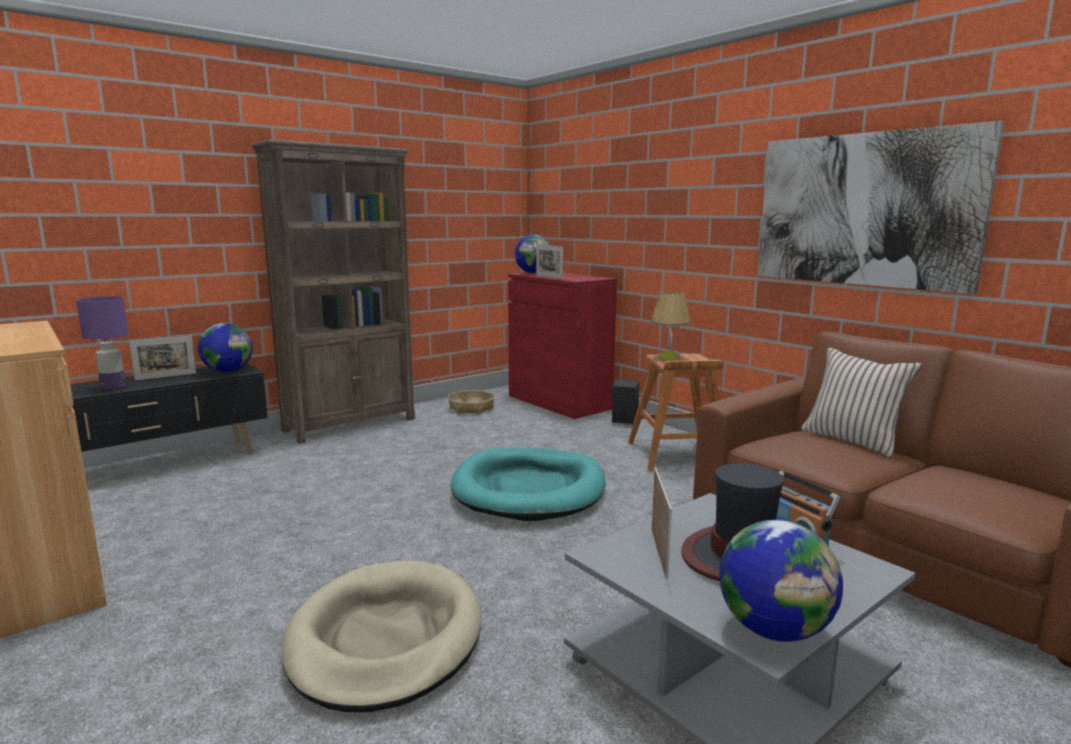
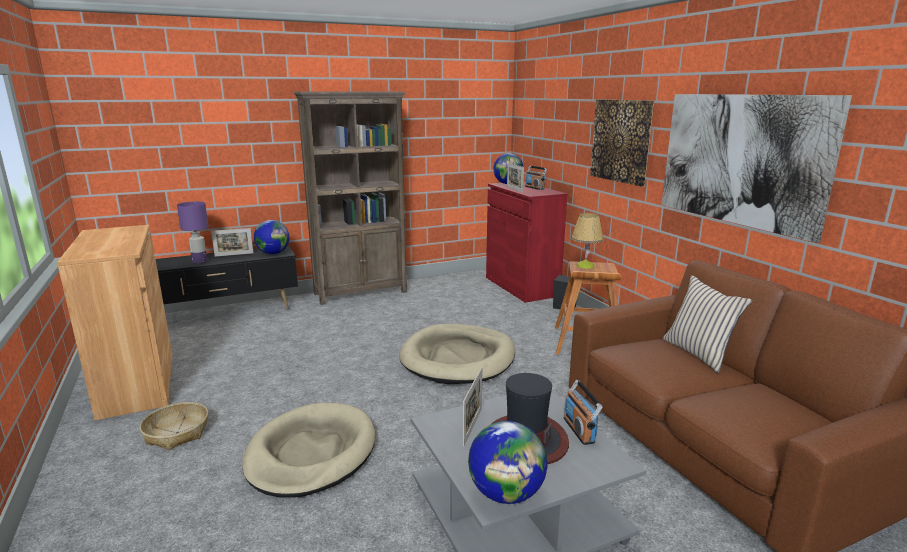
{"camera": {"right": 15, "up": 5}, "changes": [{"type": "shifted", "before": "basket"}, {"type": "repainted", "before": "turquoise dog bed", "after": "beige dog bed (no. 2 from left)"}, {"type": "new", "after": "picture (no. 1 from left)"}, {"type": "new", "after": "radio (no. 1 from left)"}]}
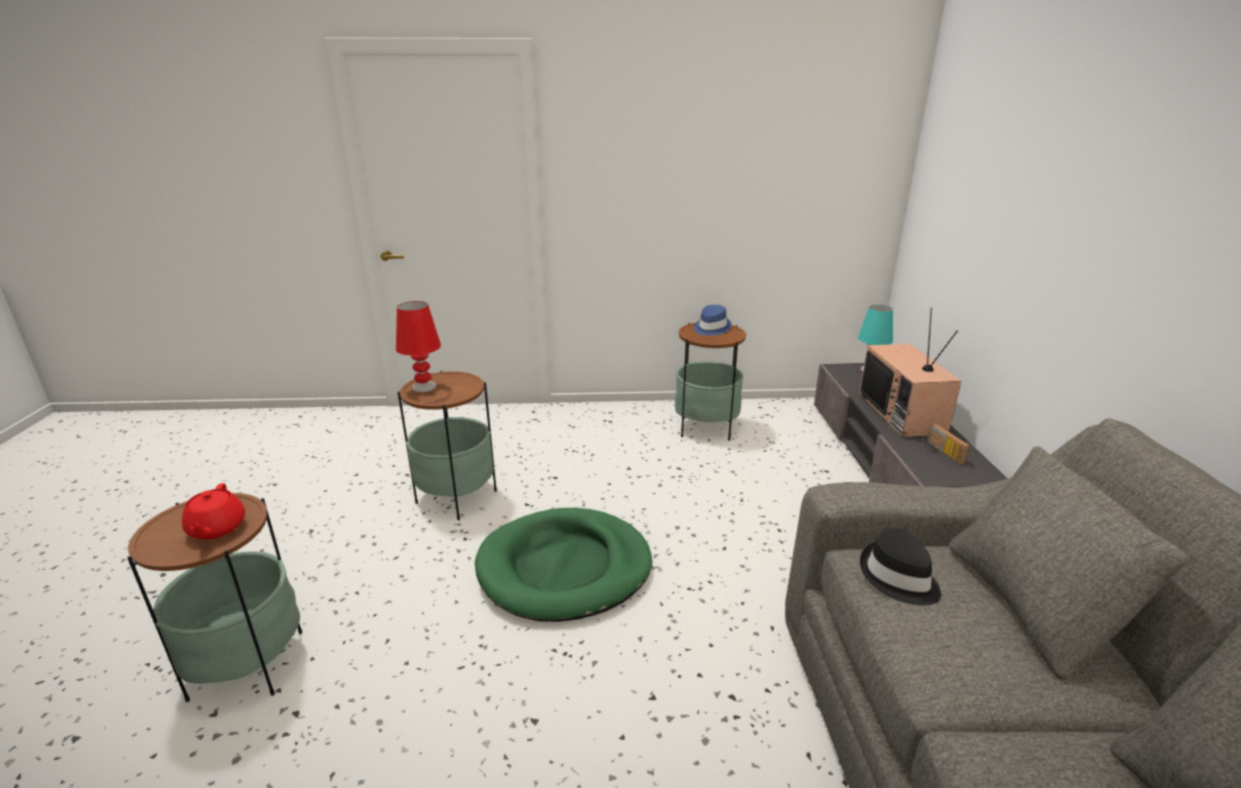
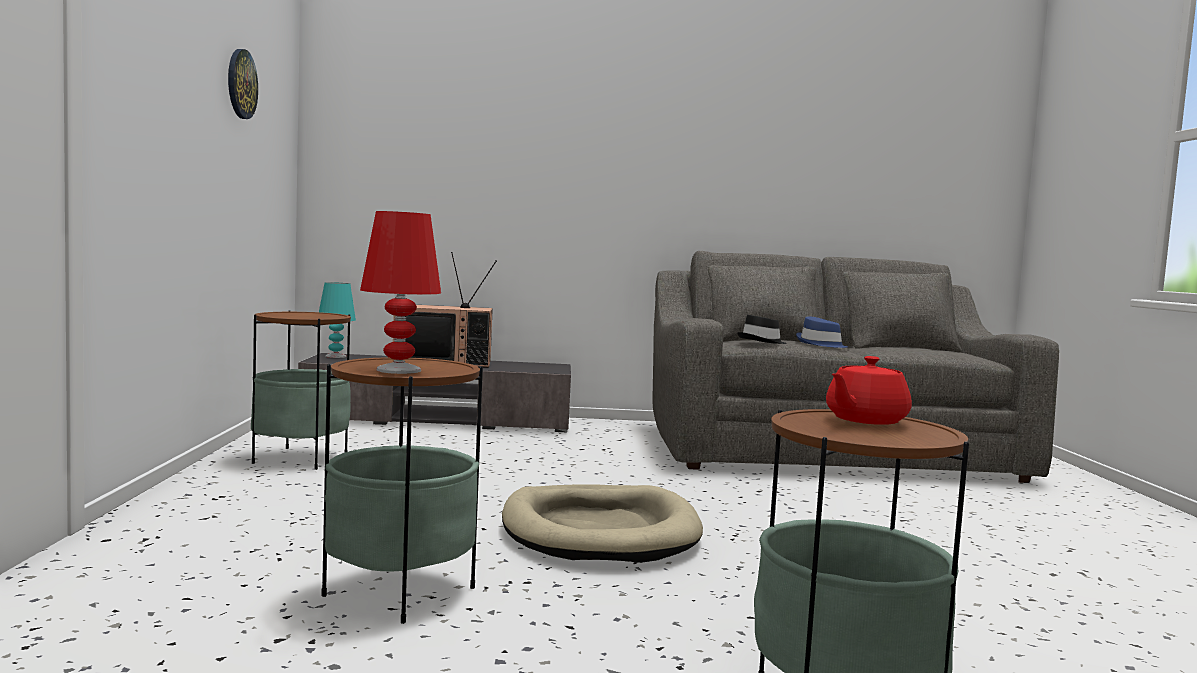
{"camera": {"right": -90, "up": -20}, "changes": [{"type": "shifted", "before": "blue hat"}, {"type": "gone", "before": "radio"}, {"type": "rotated", "before": "red teapot", "turn": 150}, {"type": "repainted", "before": "green dog bed", "after": "beige dog bed"}, {"type": "new", "after": "wall clock"}]}
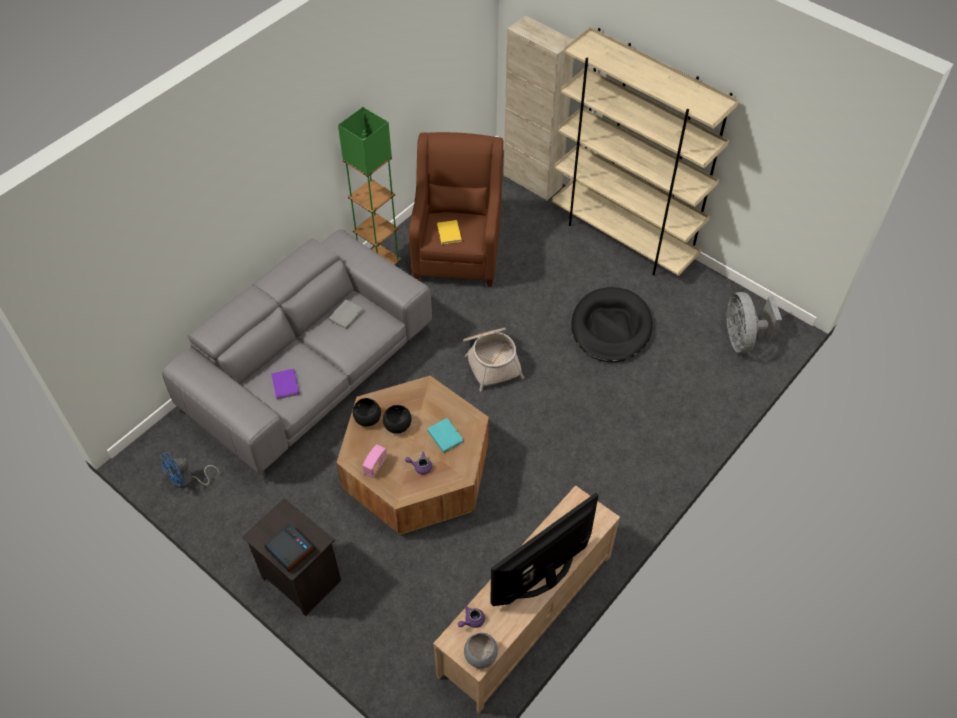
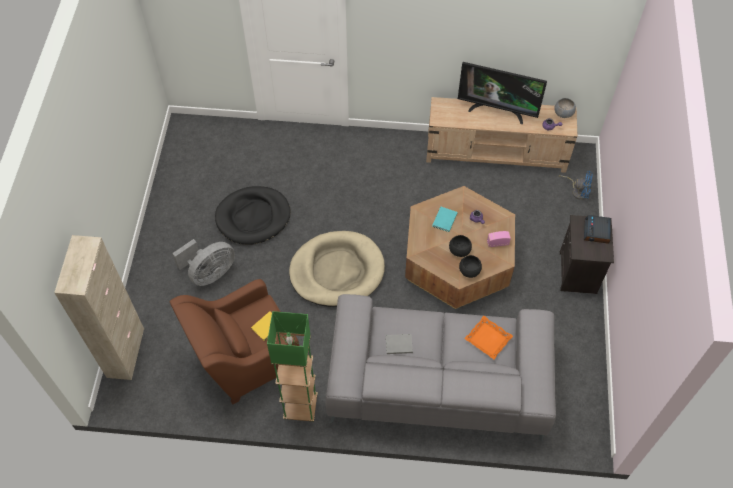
{"camera": {"right": -125, "up": 5}, "changes": [{"type": "gone", "before": "beige bookcase"}, {"type": "shifted", "before": "grey fan"}, {"type": "swapped", "before": "basket", "after": "beige dog bed"}, {"type": "swapped", "before": "purple book", "after": "orange tray"}, {"type": "shifted", "before": "blue fan"}]}
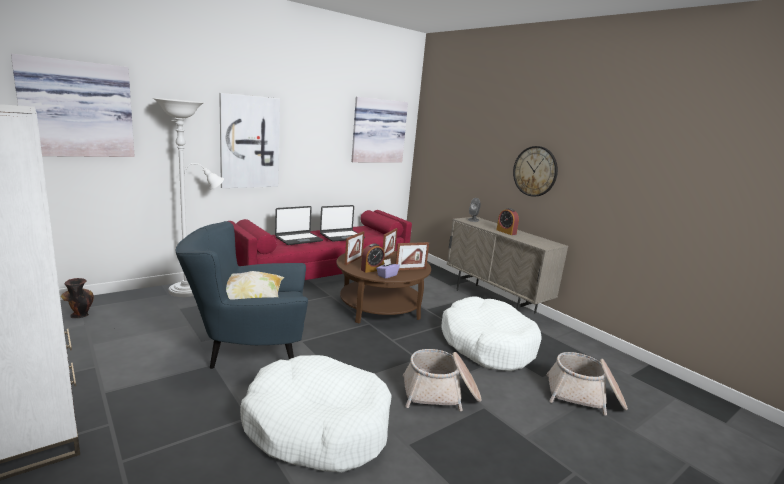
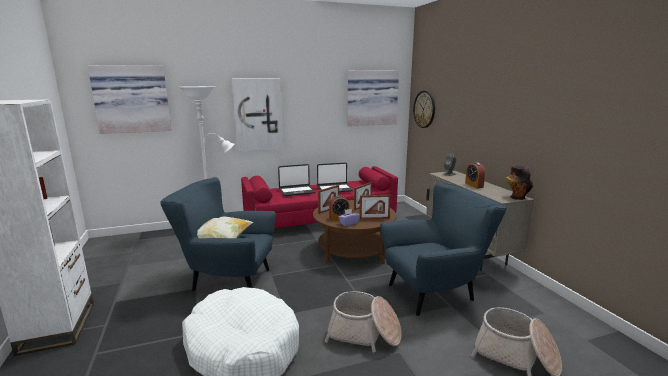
{"camera": {"right": 20, "up": 0}, "changes": [{"type": "shifted", "before": "wall clock"}, {"type": "shifted", "before": "vase"}, {"type": "swapped", "before": "white dog bed (no. 2 from left)", "after": "blue armchair (no. 2 from left)"}]}
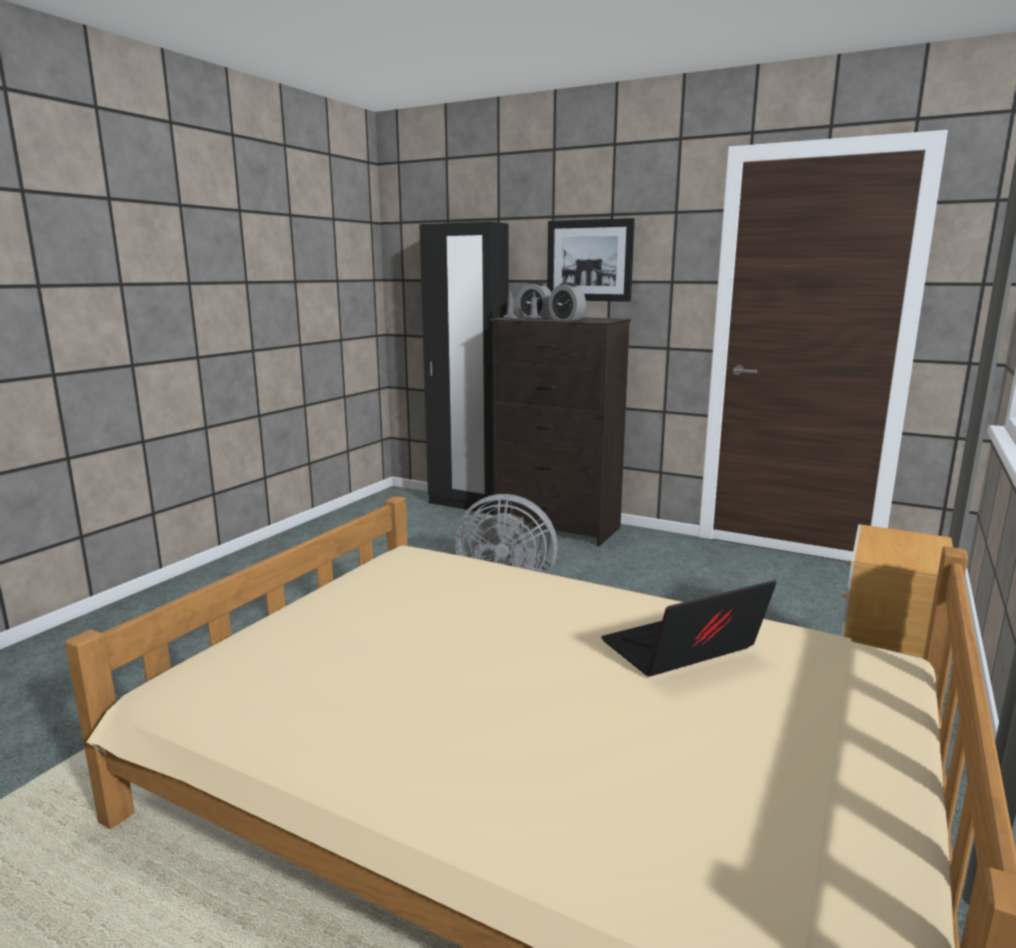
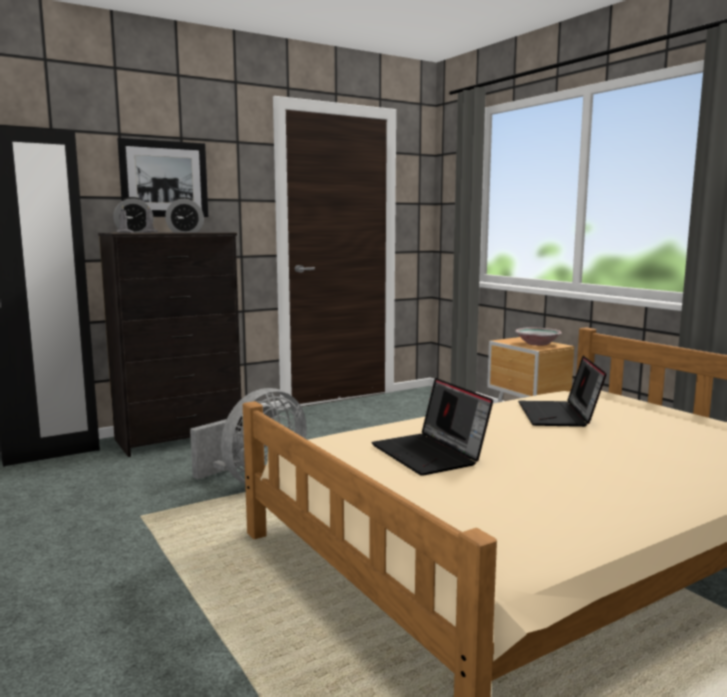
{"camera": {"right": -60, "up": -5}, "changes": [{"type": "new", "after": "bowl"}, {"type": "new", "after": "laptop (no. 1 from left)"}]}
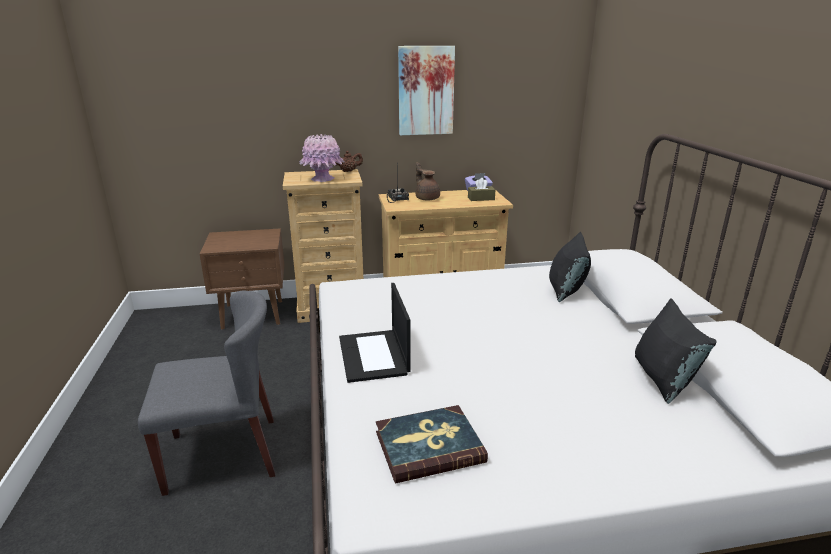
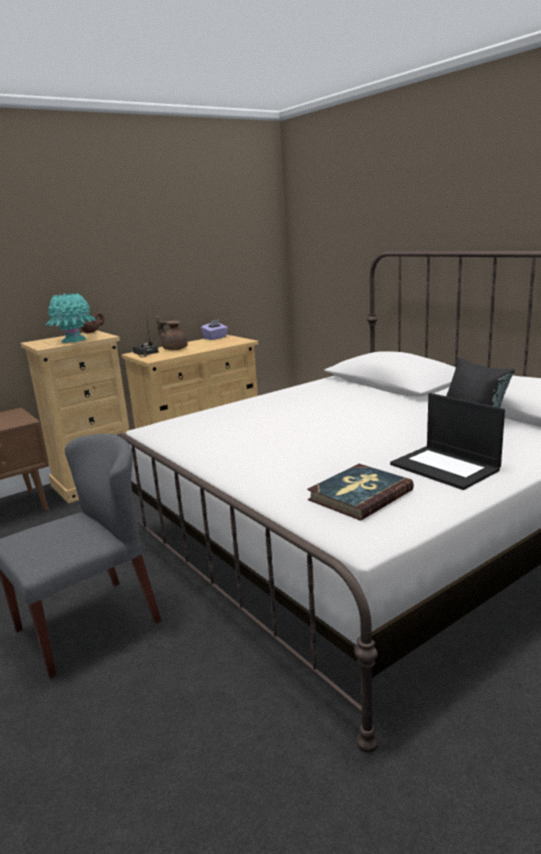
{"camera": {"right": -25, "up": -5}, "changes": [{"type": "gone", "before": "picture"}, {"type": "repainted", "before": "pink vase", "after": "turquoise vase"}, {"type": "gone", "before": "brown tissue box"}, {"type": "gone", "before": "black pillow (no. 1 from left)"}, {"type": "shifted", "before": "laptop"}]}
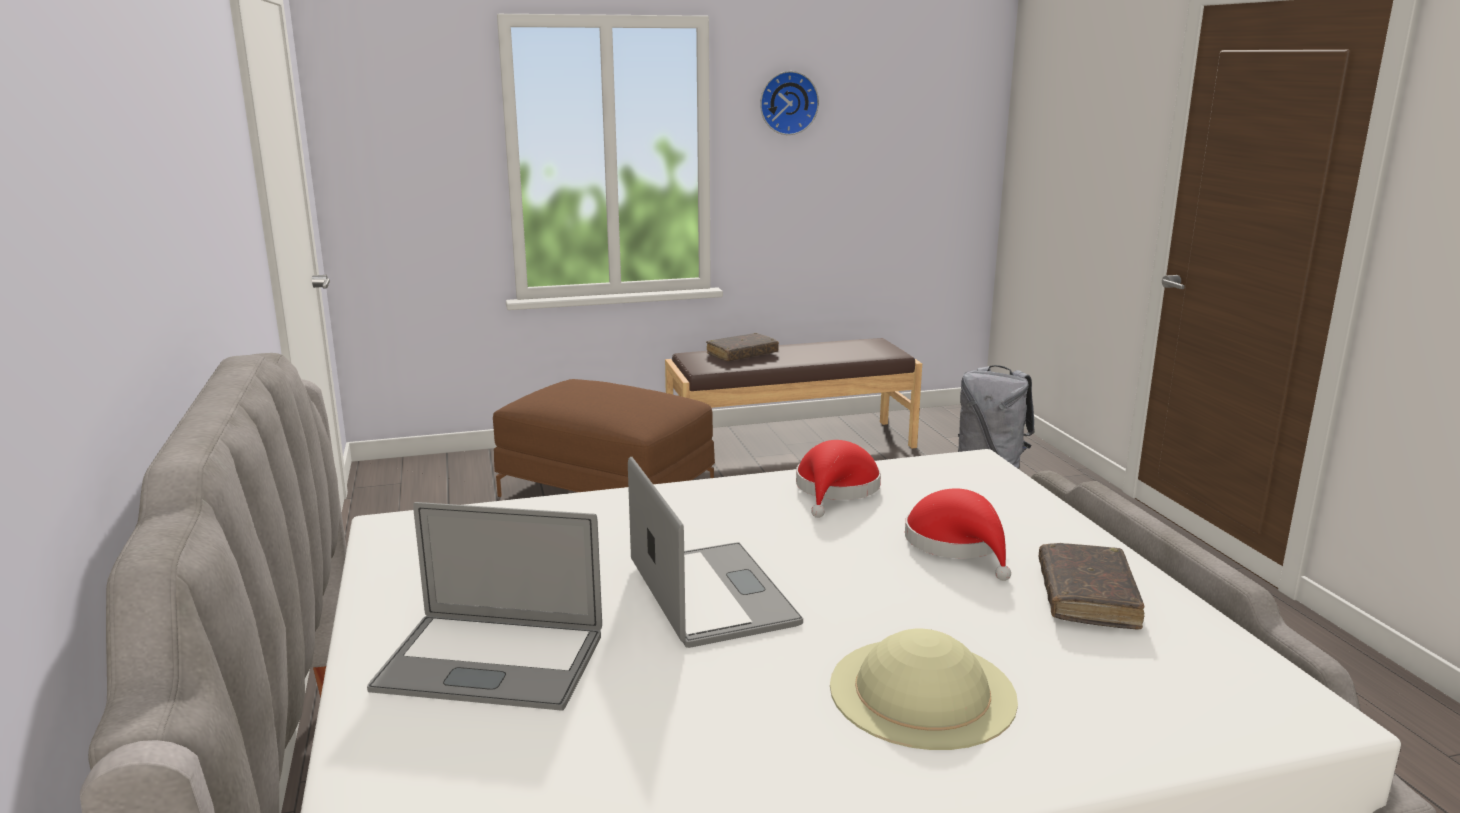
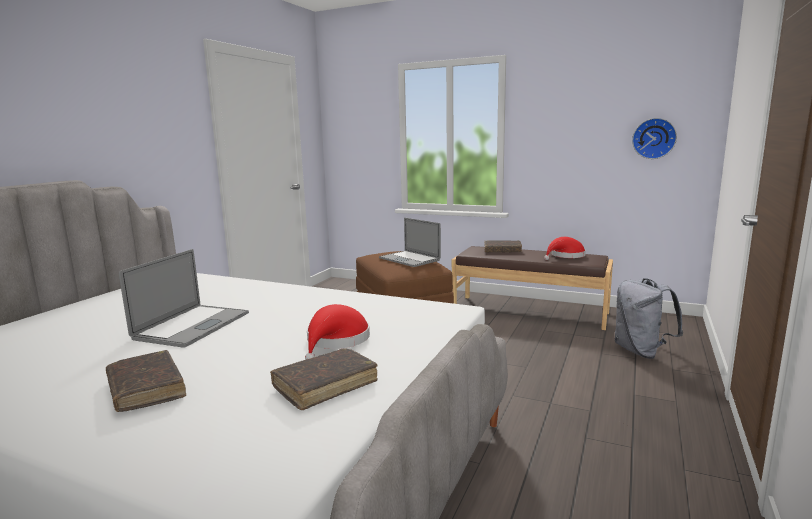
{"camera": {"right": 40, "up": -5}, "changes": [{"type": "shifted", "before": "wall clock"}, {"type": "shifted", "before": "red hat (no. 1 from left in the first image)", "after": "red hat (no. 2 from left)"}, {"type": "shifted", "before": "laptop (no. 1 from left in the first image)", "after": "laptop (no. 2 from left)"}, {"type": "swapped", "before": "beige hat", "after": "brown book (no. 1 from left)"}]}
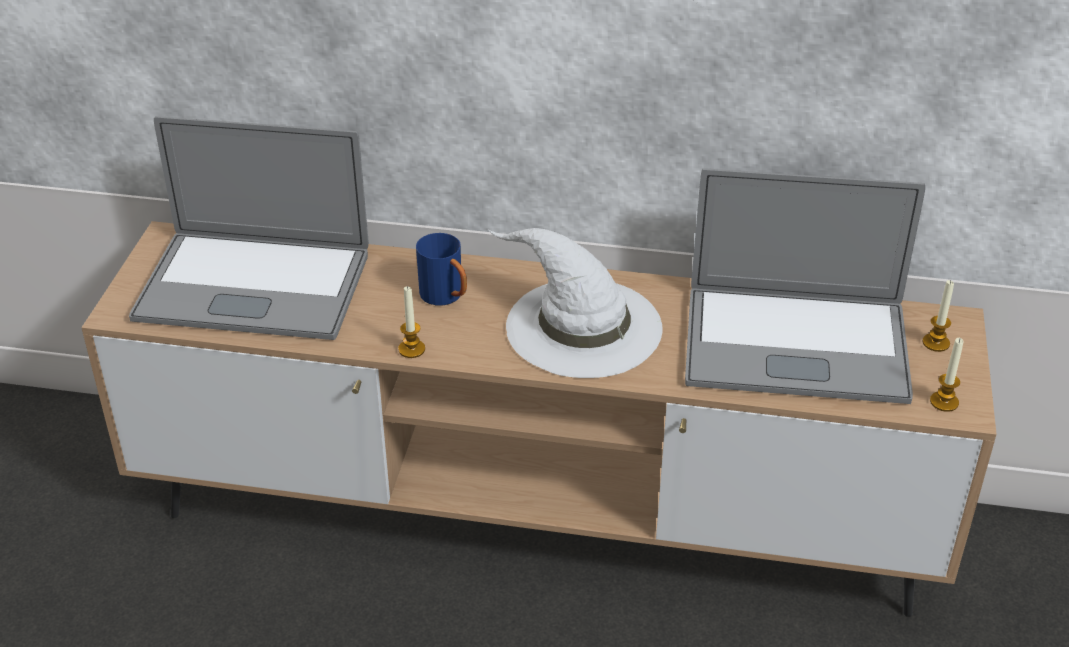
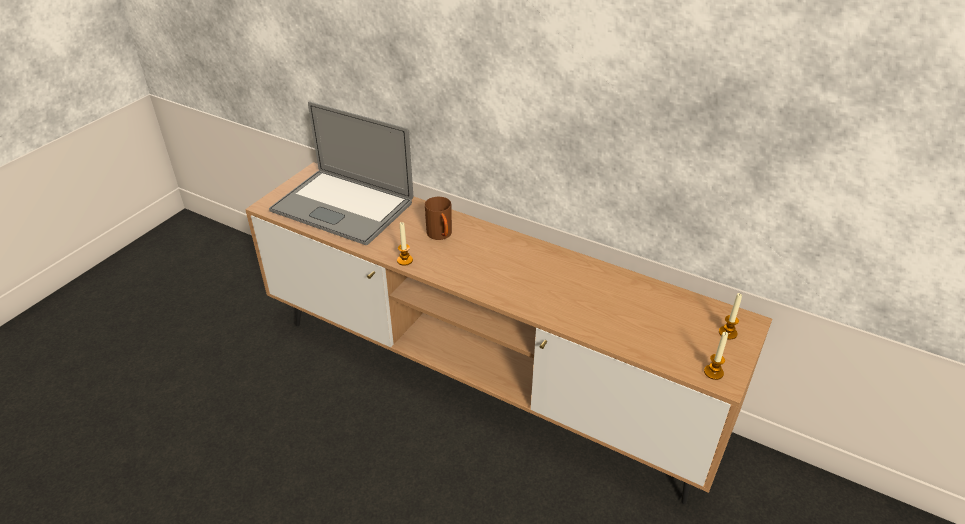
{"camera": {"right": 20, "up": 0}, "changes": [{"type": "gone", "before": "laptop (no. 2 from left)"}, {"type": "gone", "before": "white hat"}, {"type": "repainted", "before": "blue mug", "after": "brown mug"}]}
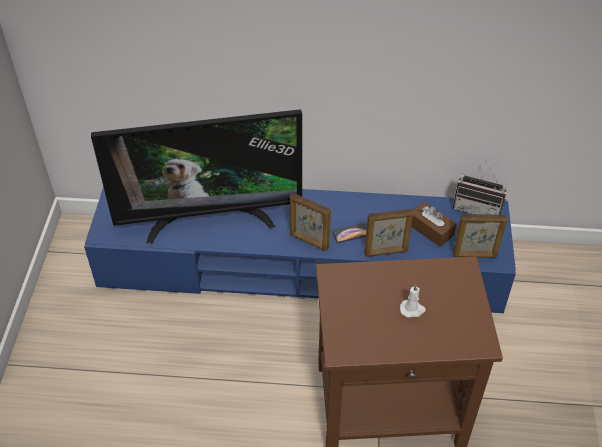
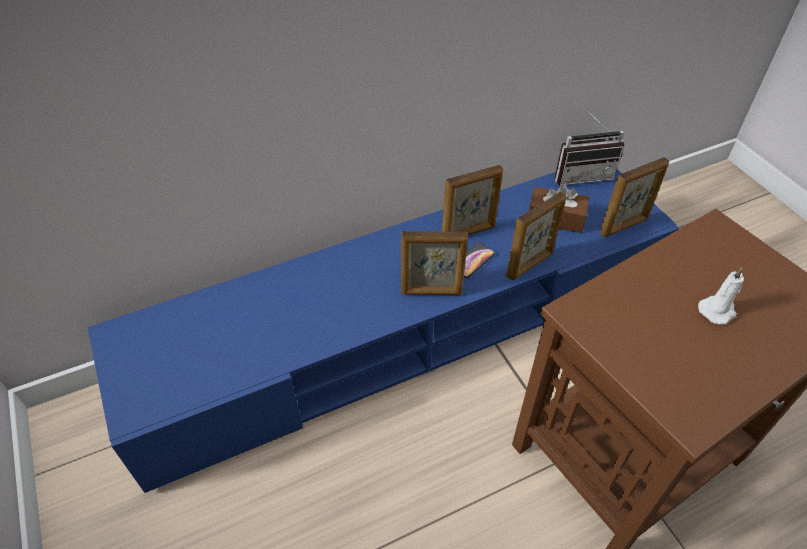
{"camera": {"right": -30, "up": 0}, "changes": [{"type": "gone", "before": "television"}, {"type": "new", "after": "picture frame (no. 2 from left)"}]}
